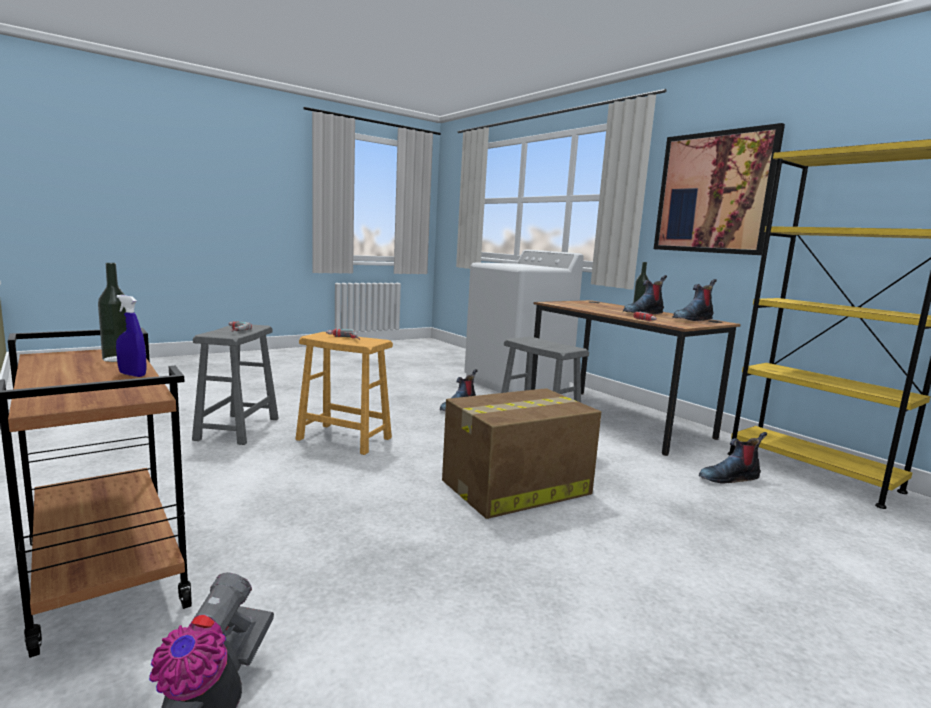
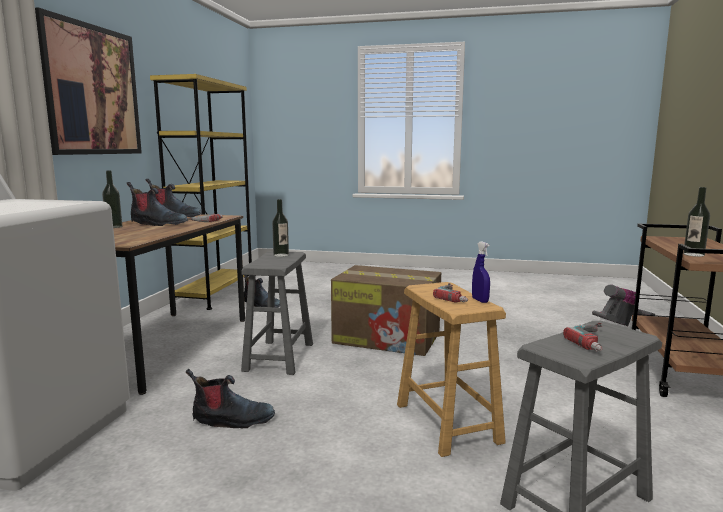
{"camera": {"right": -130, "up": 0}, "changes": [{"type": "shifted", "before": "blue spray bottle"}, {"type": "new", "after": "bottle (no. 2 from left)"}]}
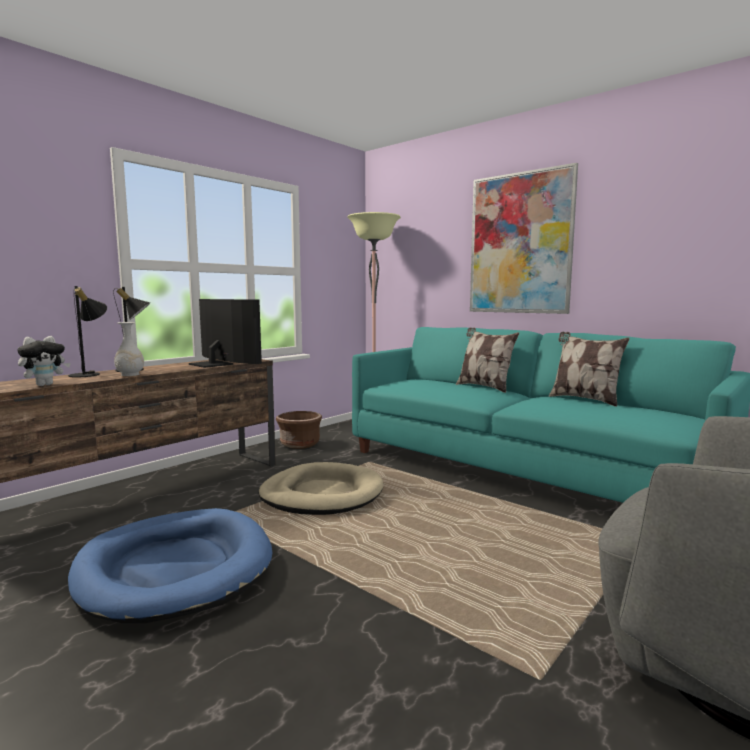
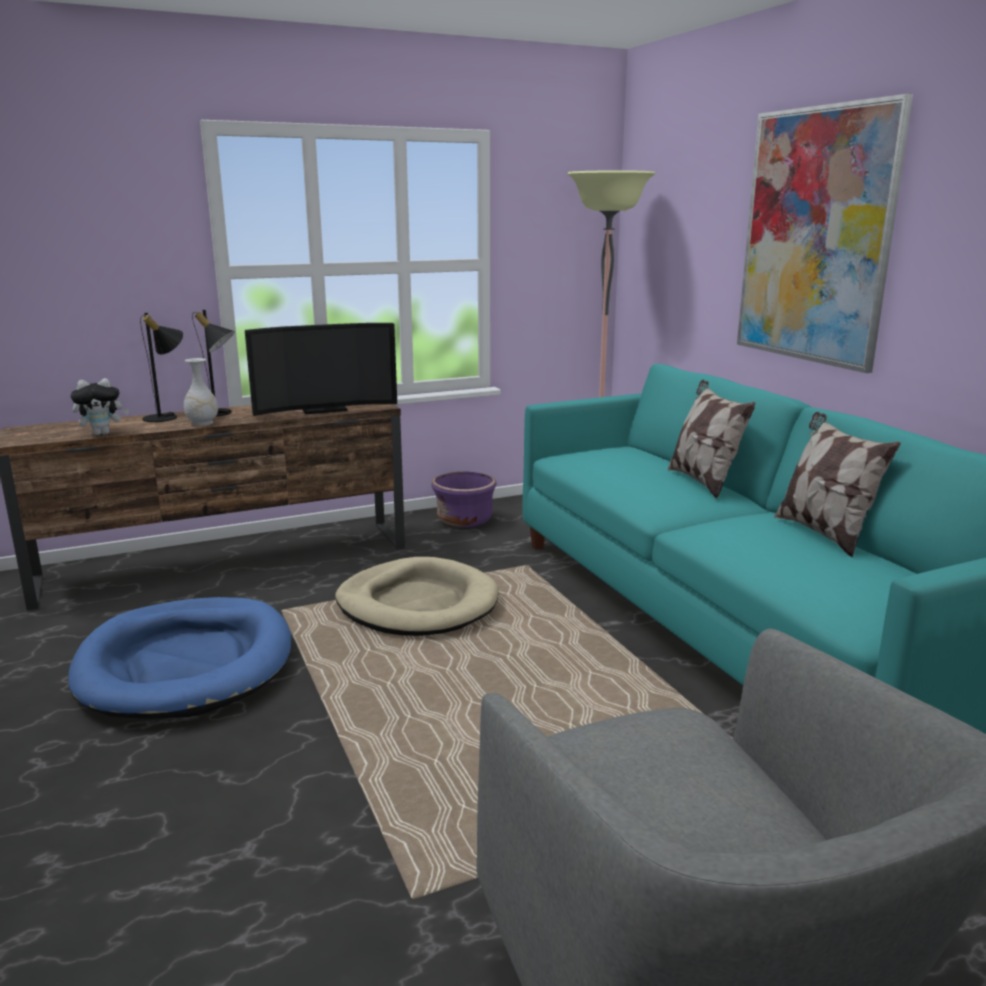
{"camera": {"right": 25, "up": 10}, "changes": [{"type": "rotated", "before": "television", "turn": 90}, {"type": "repainted", "before": "brown planter", "after": "purple planter"}]}
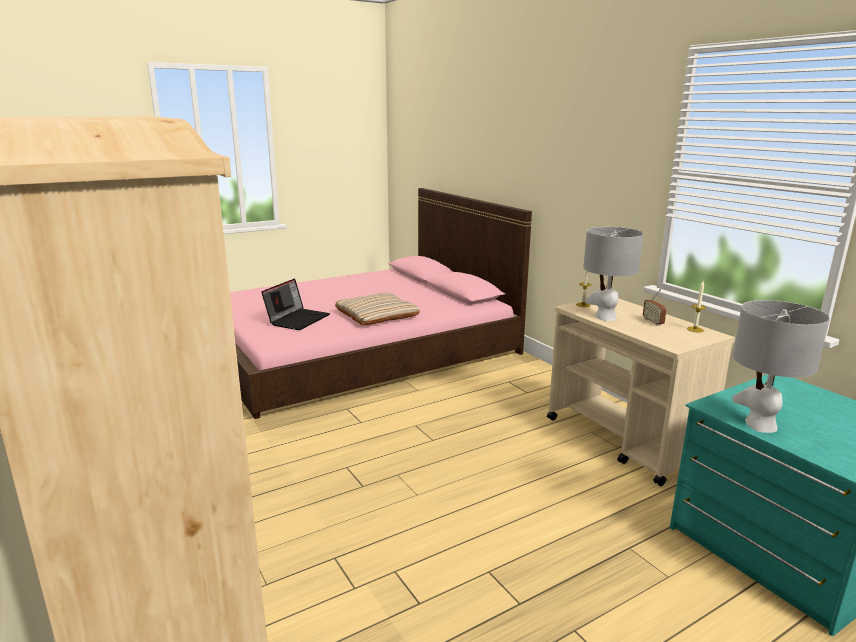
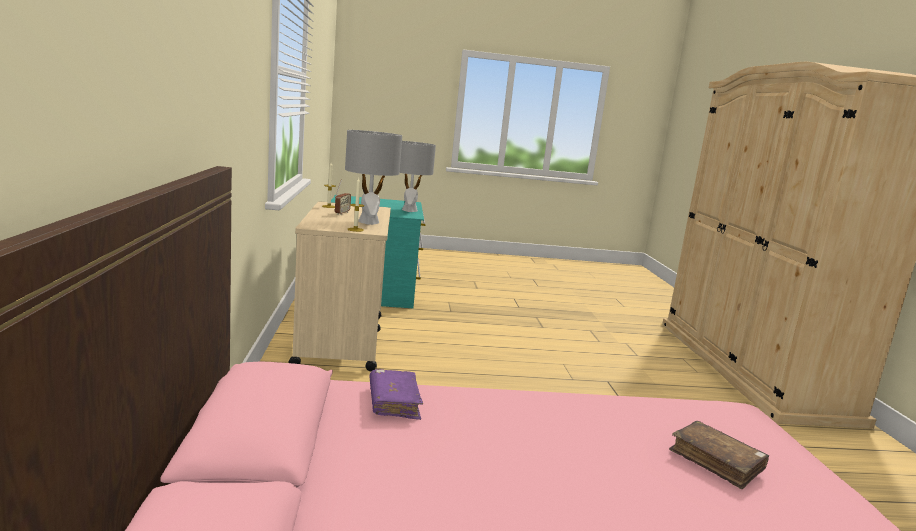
{"camera": {"right": -155, "up": -5}, "changes": [{"type": "swapped", "before": "laptop", "after": "brown book"}, {"type": "gone", "before": "beige pillow"}, {"type": "new", "after": "purple book"}]}
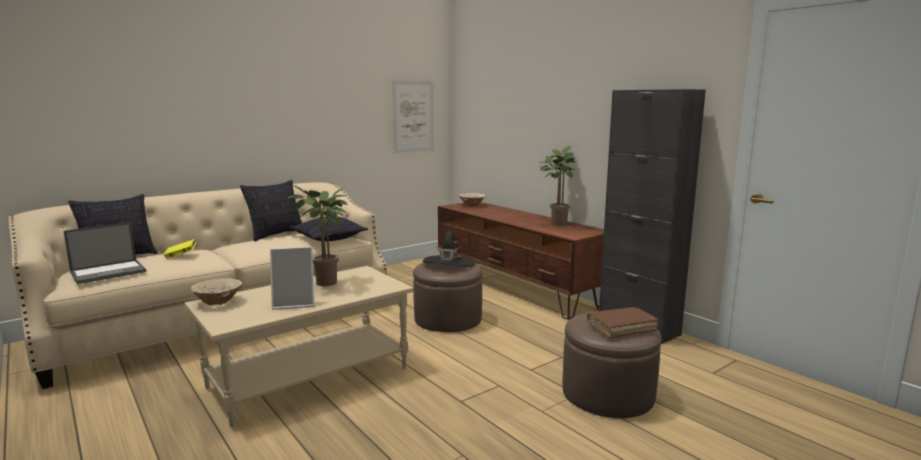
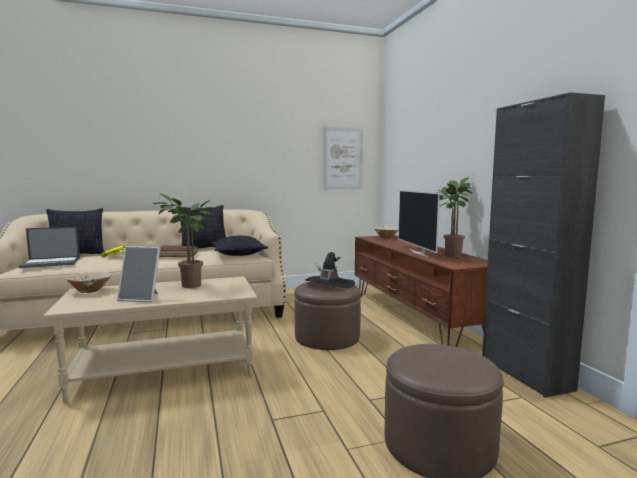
{"camera": {"right": 20, "up": -5}, "changes": [{"type": "shifted", "before": "brown book"}, {"type": "new", "after": "television"}]}
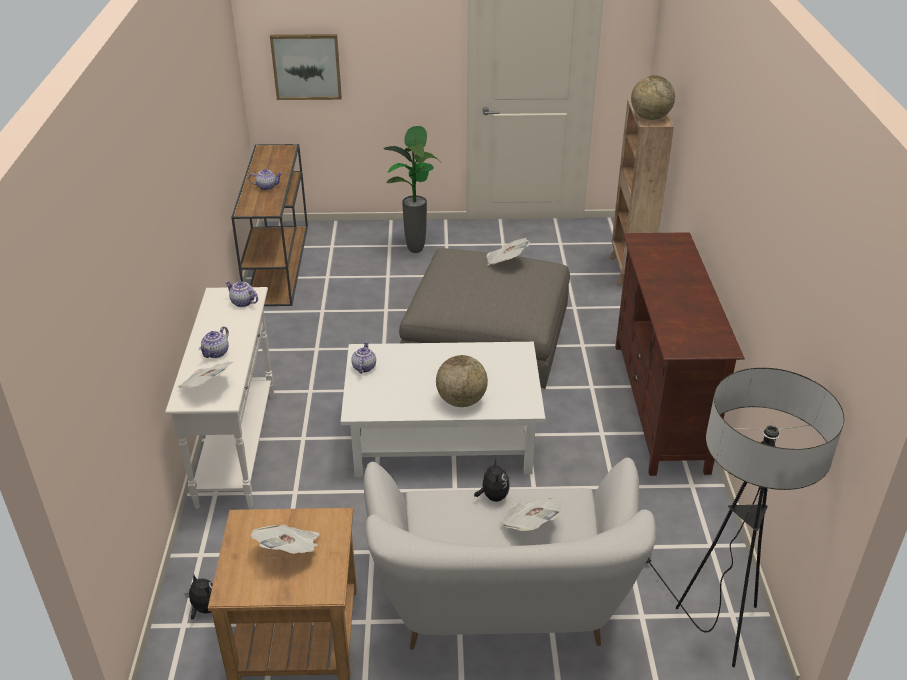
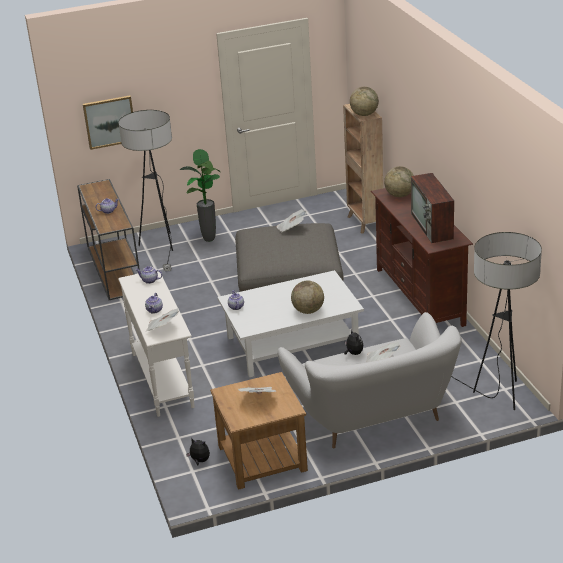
{"camera": {"right": -15, "up": -5}, "changes": [{"type": "new", "after": "floor lamp (no. 1 from left)"}, {"type": "new", "after": "globe (no. 3 from left)"}, {"type": "new", "after": "television"}]}
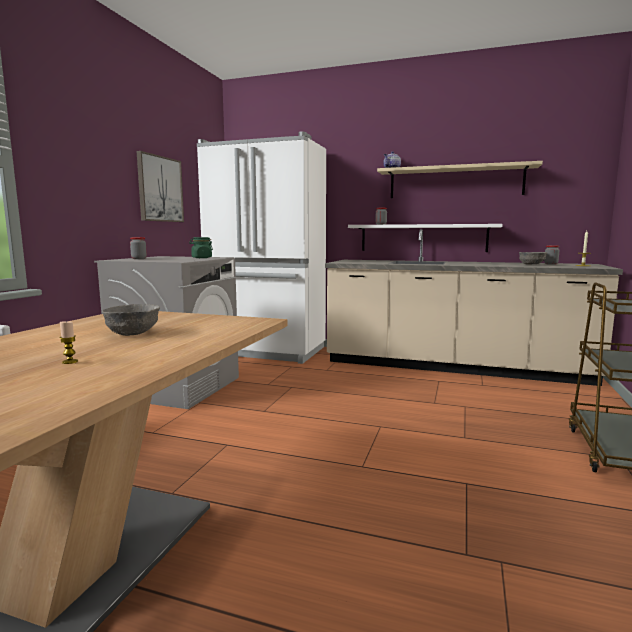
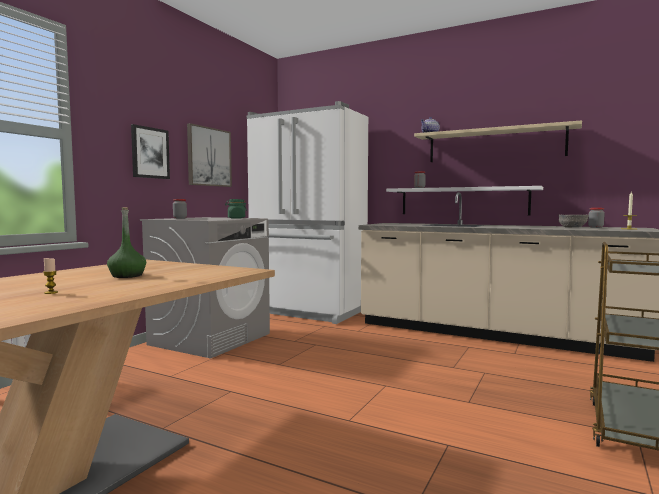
{"camera": {"right": 10, "up": -5}, "changes": [{"type": "swapped", "before": "grey bowl (no. 1 from left)", "after": "green bottle"}, {"type": "new", "after": "picture (no. 1 from left)"}]}
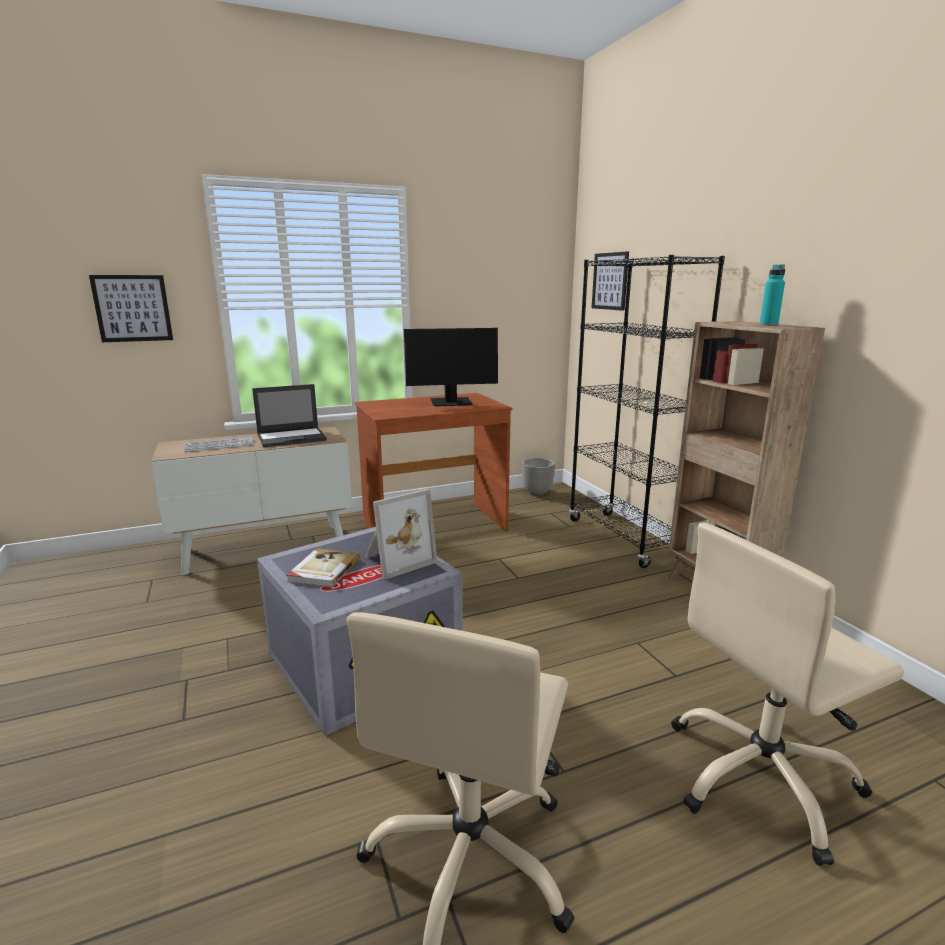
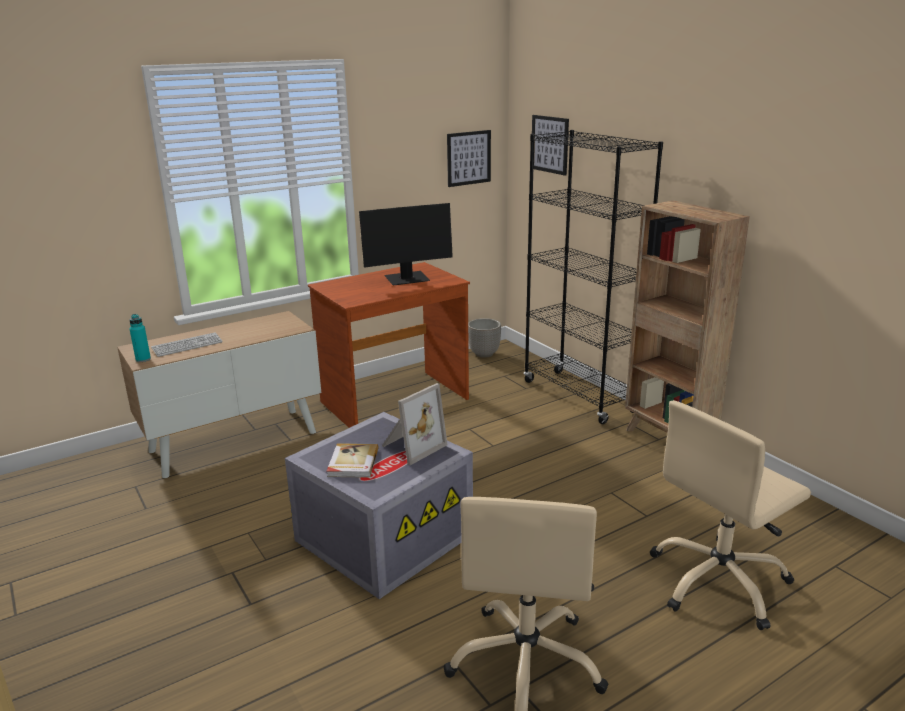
{"camera": {"right": -10, "up": 5}, "changes": [{"type": "shifted", "before": "turquoise bottle"}, {"type": "shifted", "before": "picture (no. 1 from left)"}, {"type": "gone", "before": "laptop"}]}
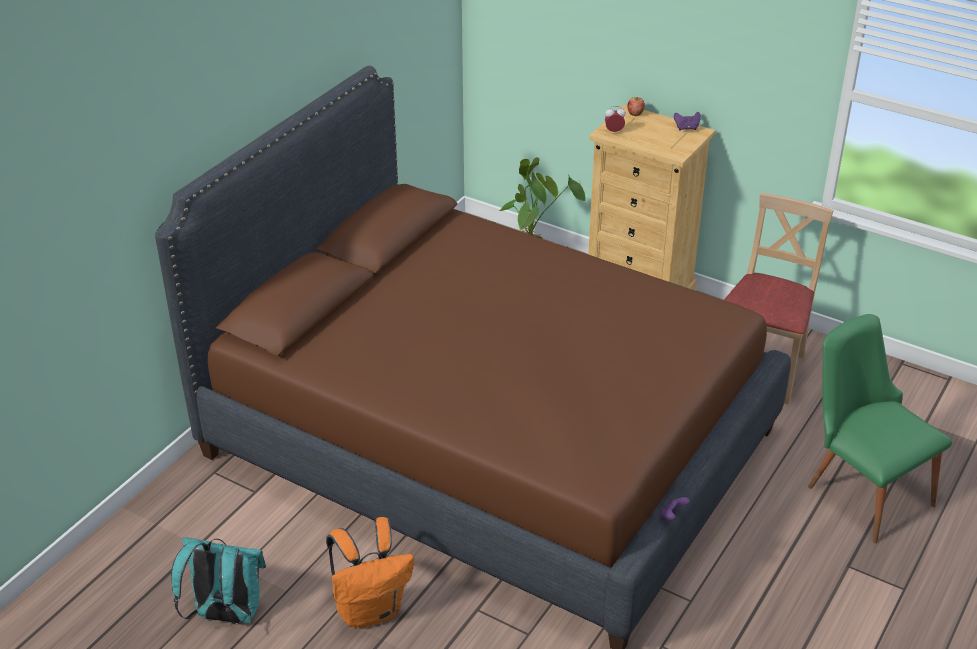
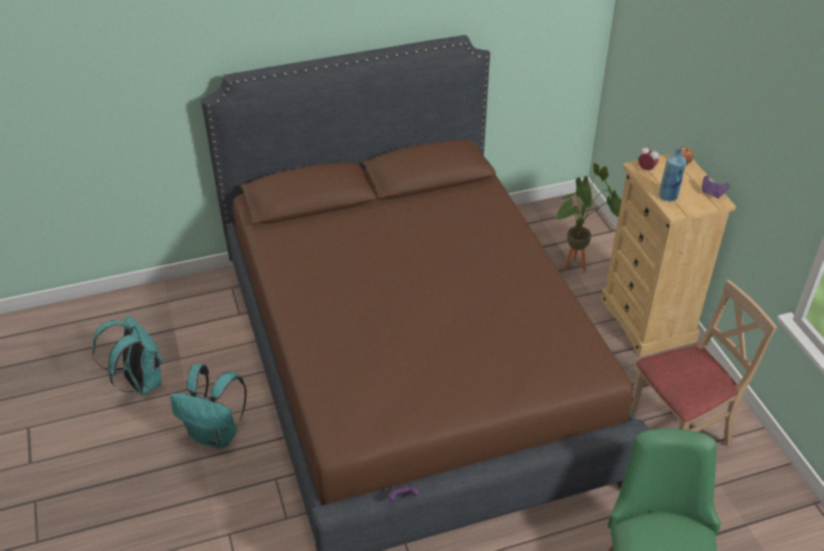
{"camera": {"right": 40, "up": 5}, "changes": [{"type": "repainted", "before": "orange backpack", "after": "turquoise backpack (no. 2 from left)"}, {"type": "new", "after": "blue bottle"}]}
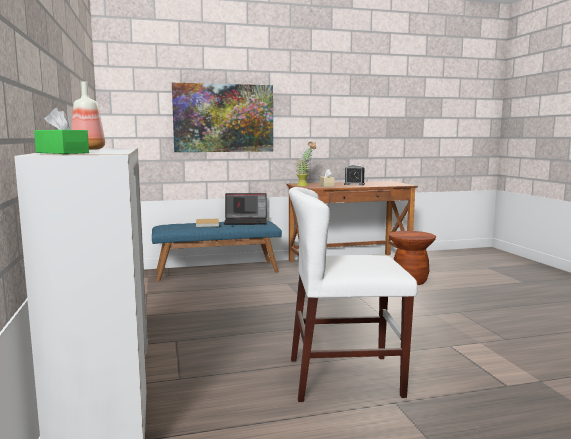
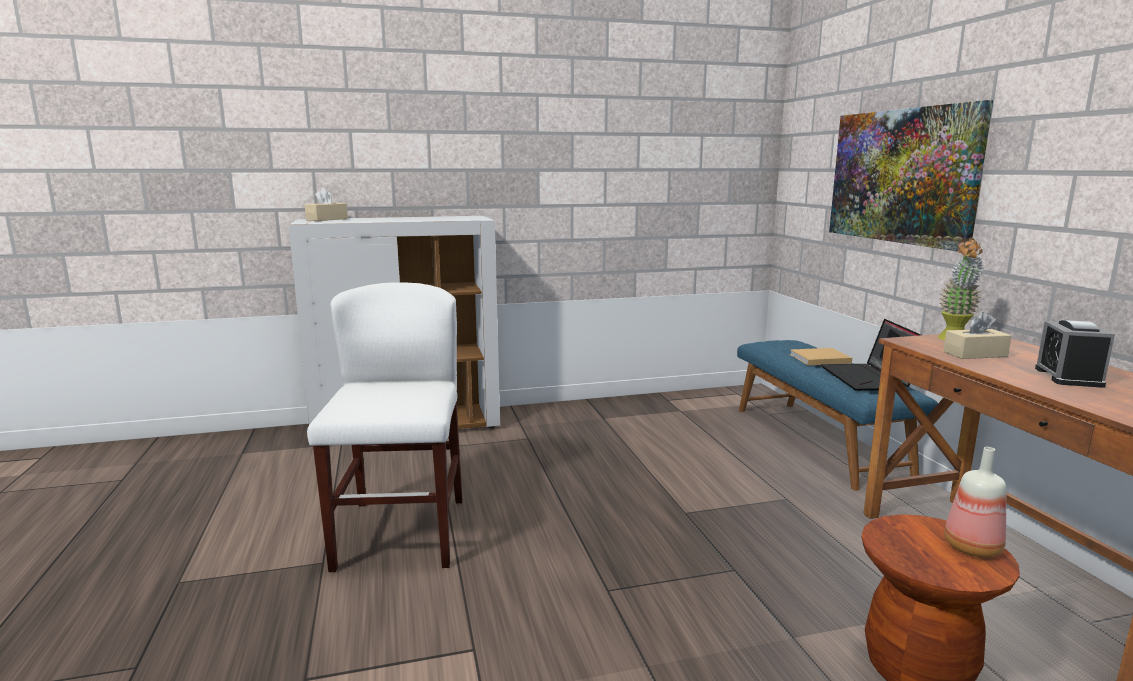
{"camera": {"right": 90, "up": 5}, "changes": [{"type": "shifted", "before": "bottle"}, {"type": "repainted", "before": "green tissue box", "after": "beige tissue box (no. 1 from left)"}]}
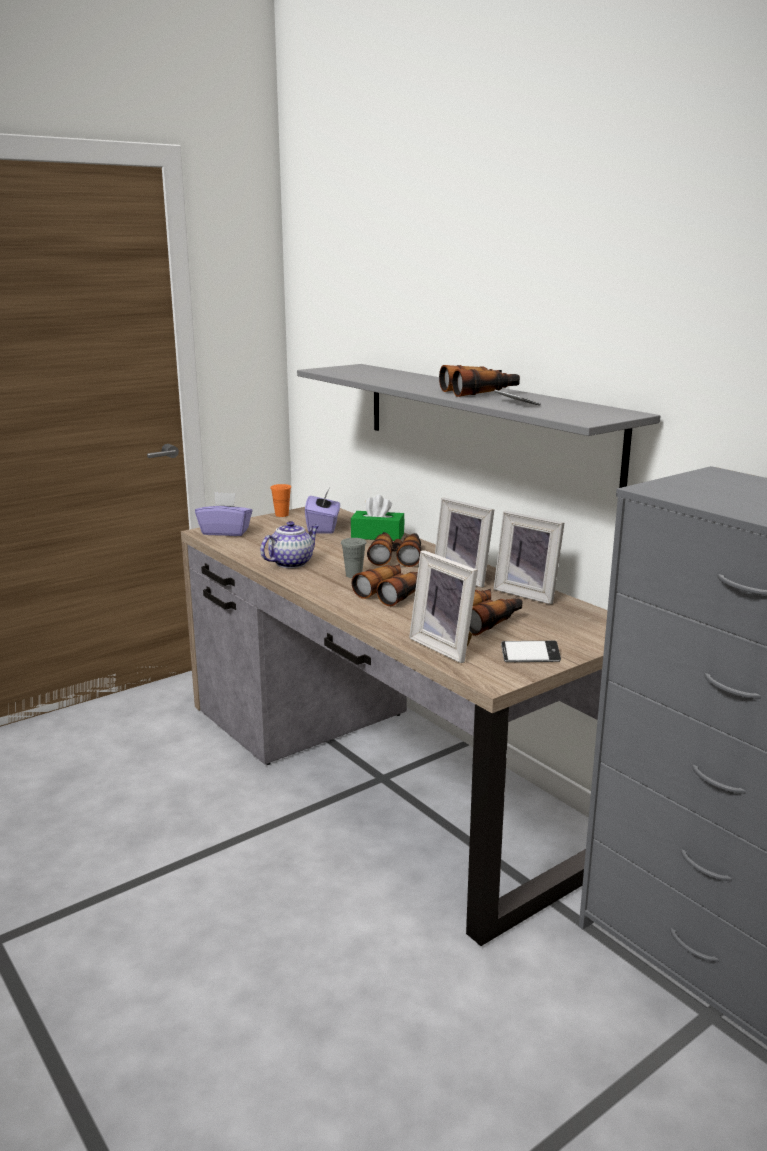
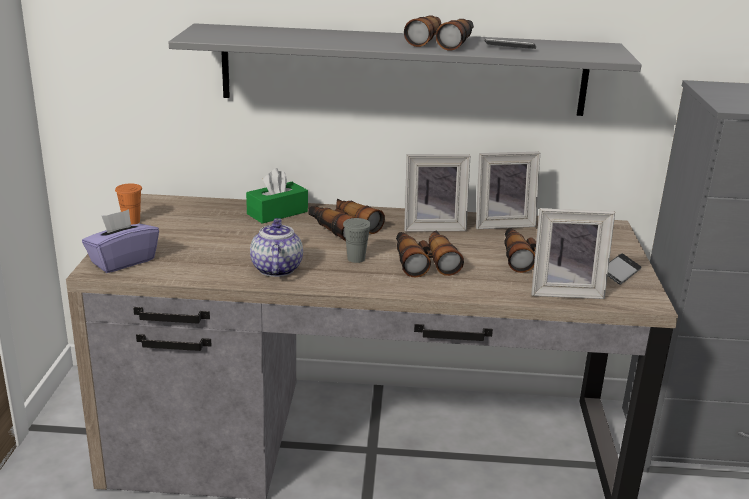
{"camera": {"right": -50, "up": 5}, "changes": [{"type": "gone", "before": "purple tissue box (no. 2 from left)"}]}
